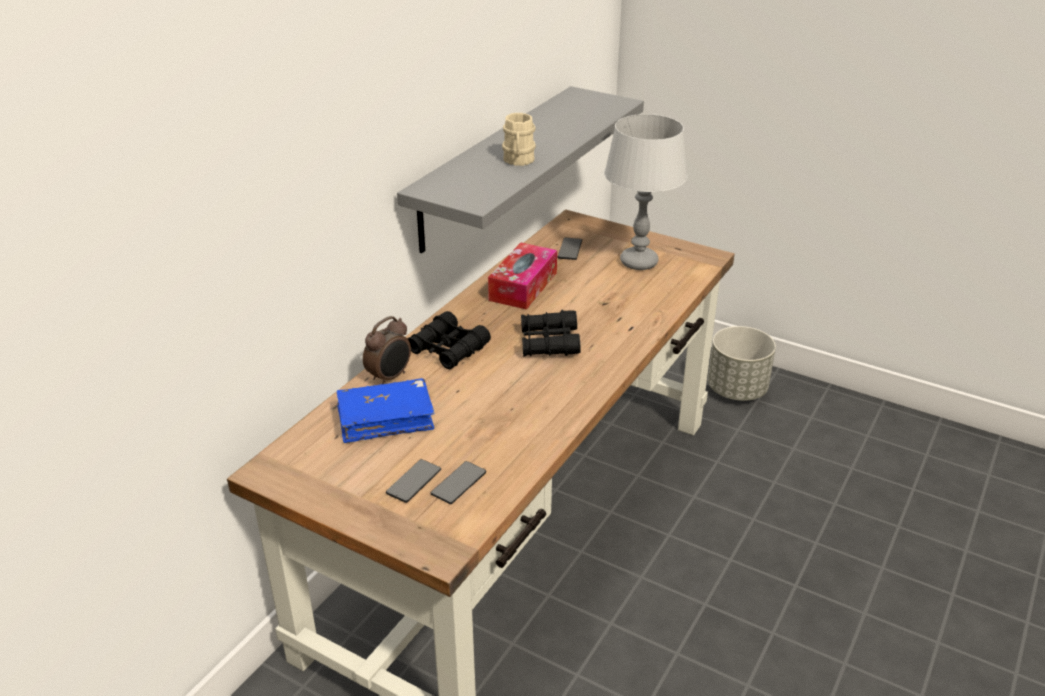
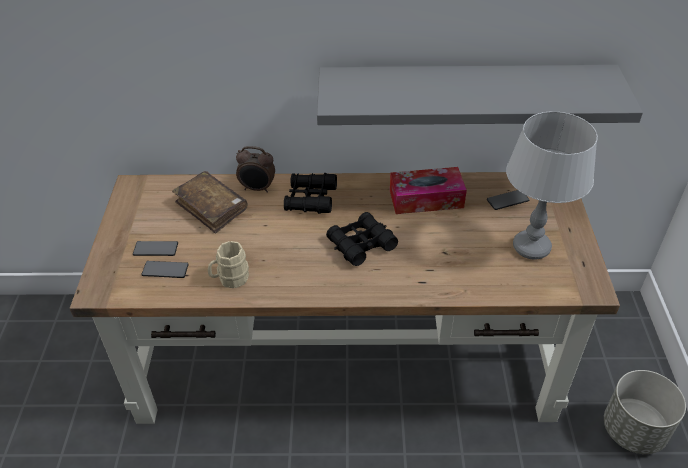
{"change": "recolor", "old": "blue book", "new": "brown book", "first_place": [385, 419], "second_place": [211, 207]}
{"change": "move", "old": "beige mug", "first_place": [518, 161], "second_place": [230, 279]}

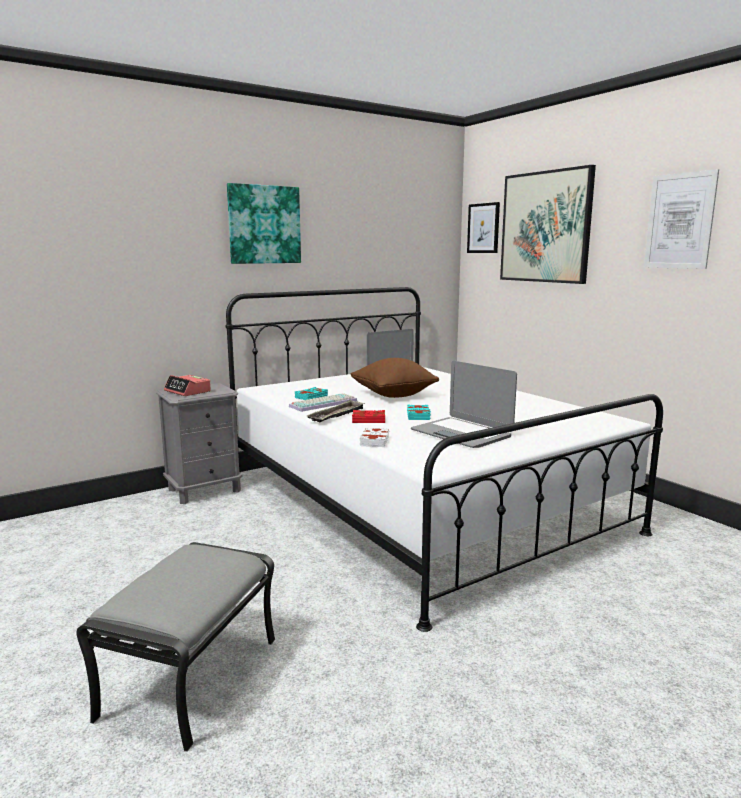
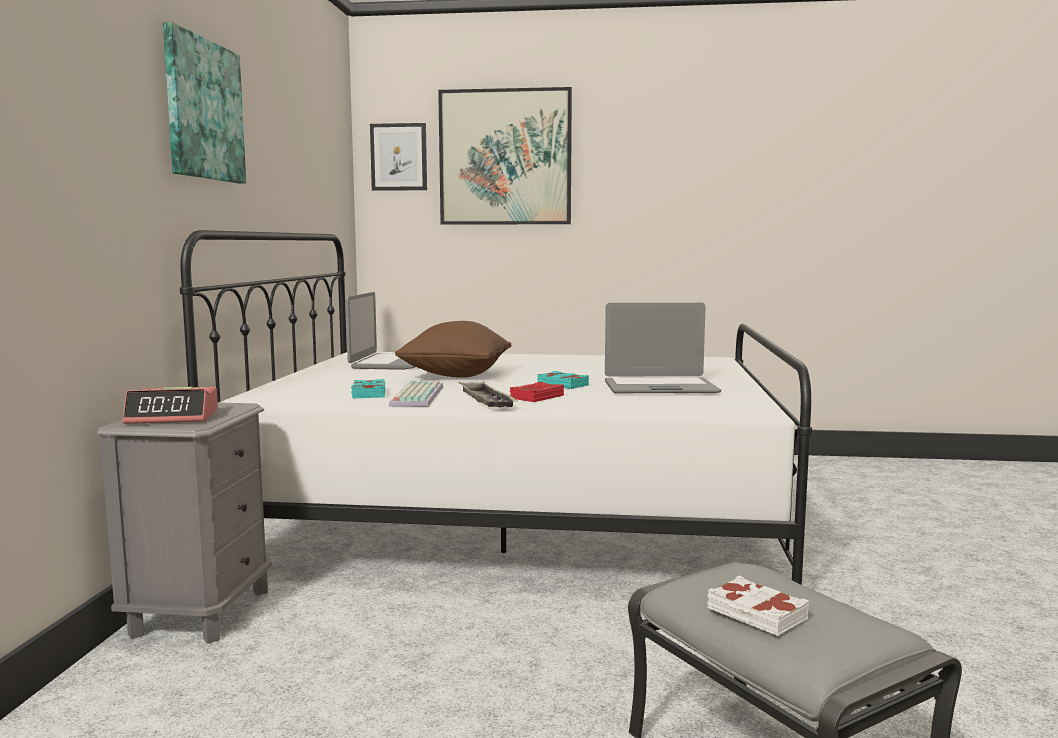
{"change": "move", "old": "white book", "first_place": [374, 441], "second_place": [756, 614]}
{"change": "delete", "old": "picture", "first_place": [679, 221]}

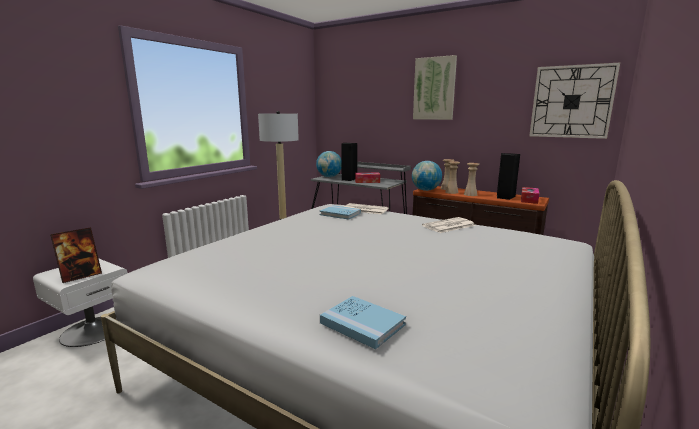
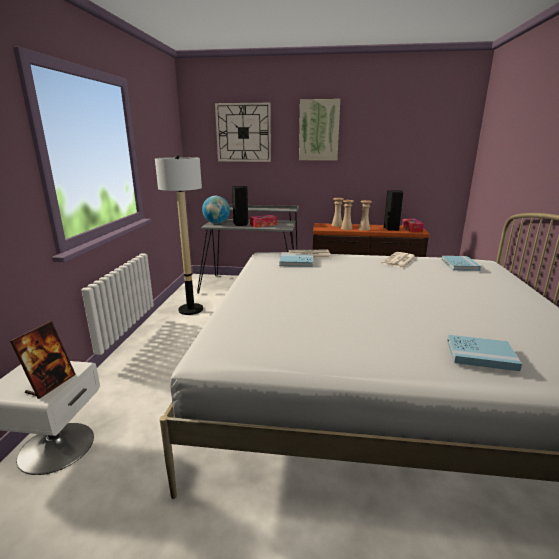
{"change": "delete", "old": "globe", "first_place": [425, 190]}
{"change": "move", "old": "wall clock", "first_place": [571, 102], "second_place": [243, 133]}
{"change": "insert", "new": "blue book", "second_place": [460, 265]}

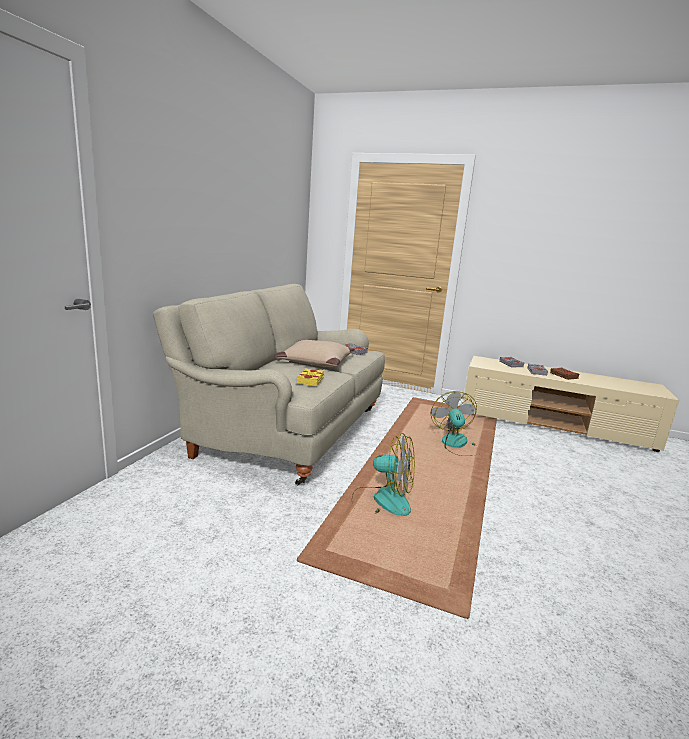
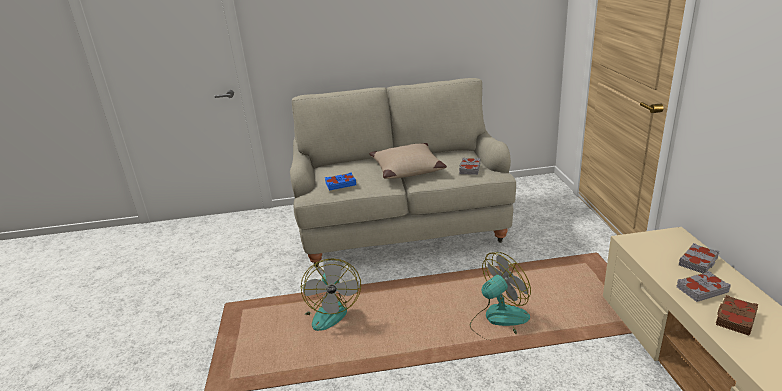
{"change": "recolor", "old": "yellow book", "new": "blue book", "first_place": [310, 380], "second_place": [340, 184]}

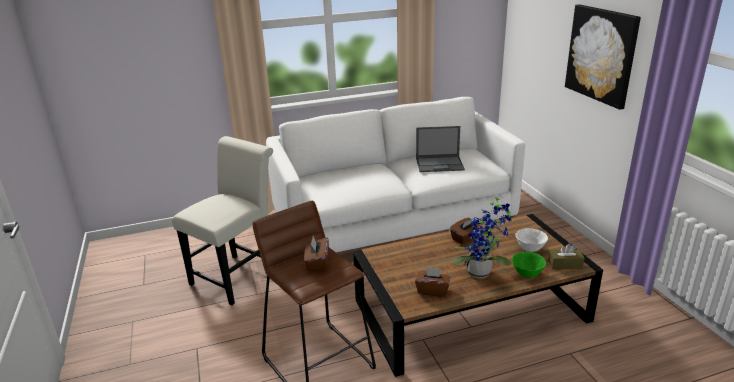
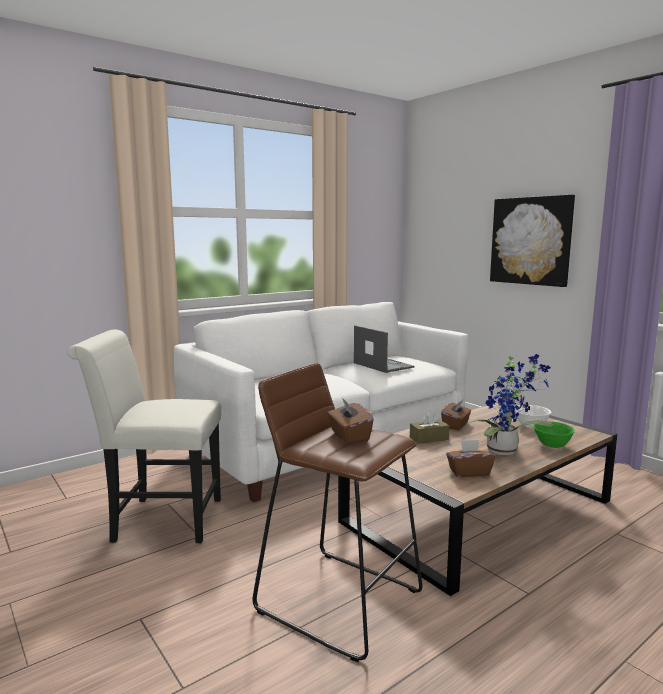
{"change": "rotate", "old": "white chair", "first_place": [238, 275], "second_place": [160, 519], "degrees": -105}
{"change": "rotate", "old": "laptop", "first_place": [440, 164], "second_place": [382, 365], "degrees": -105}
{"change": "move", "old": "brown tissue box", "first_place": [565, 264], "second_place": [429, 438]}

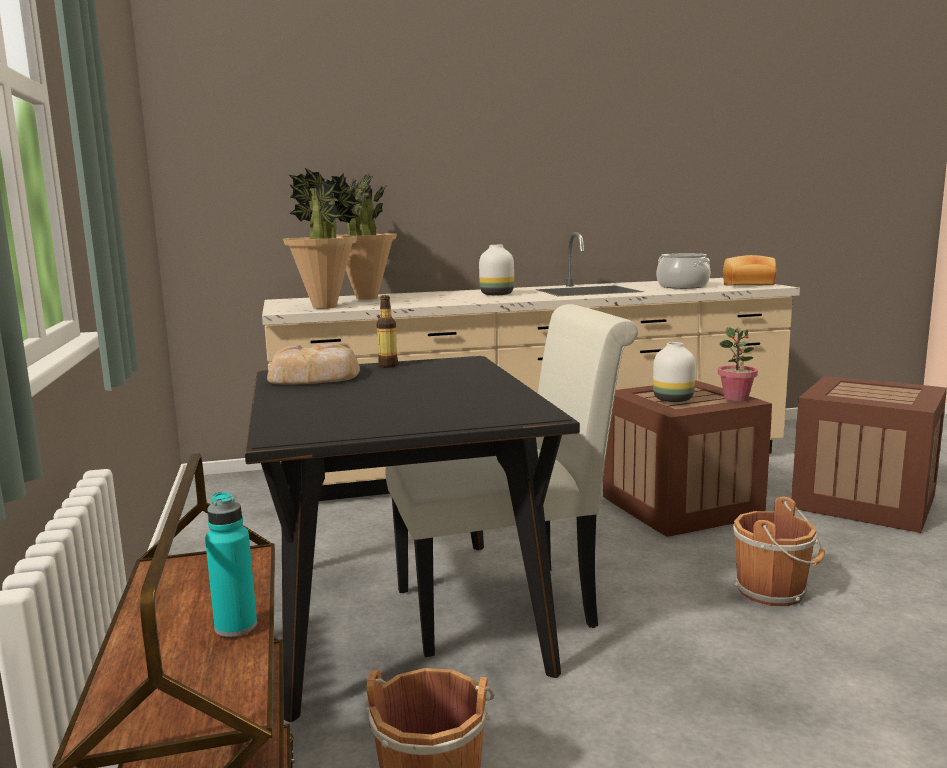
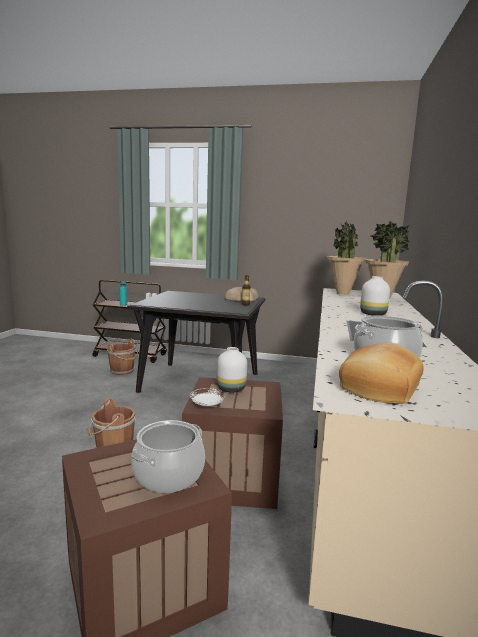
{"change": "delete", "old": "white chair", "first_place": [508, 606]}
{"change": "replace", "old": "potted plant", "new": "white plate", "first_place": [736, 398], "second_place": [207, 406]}
{"change": "insert", "new": "cooking pot", "second_place": [169, 475]}

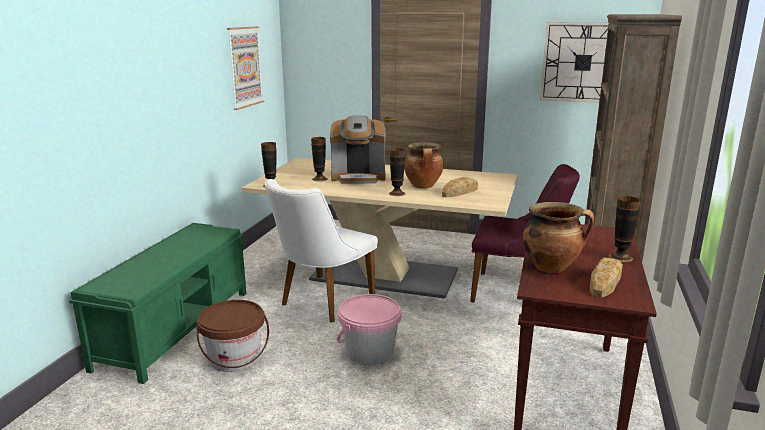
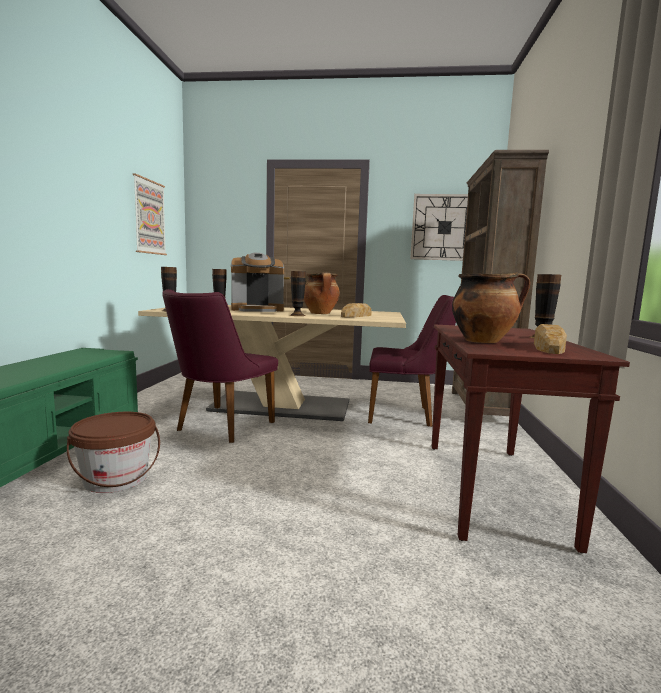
{"change": "recolor", "old": "white chair", "new": "purple chair", "first_place": [321, 303], "second_place": [219, 428]}
{"change": "delete", "old": "pink bucket", "first_place": [369, 351]}

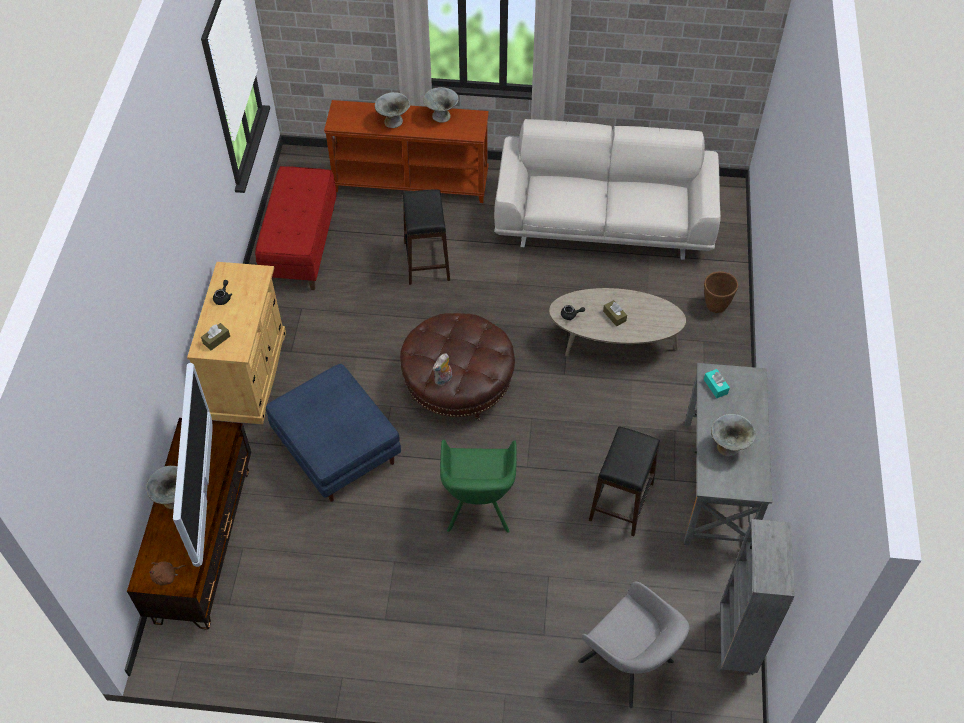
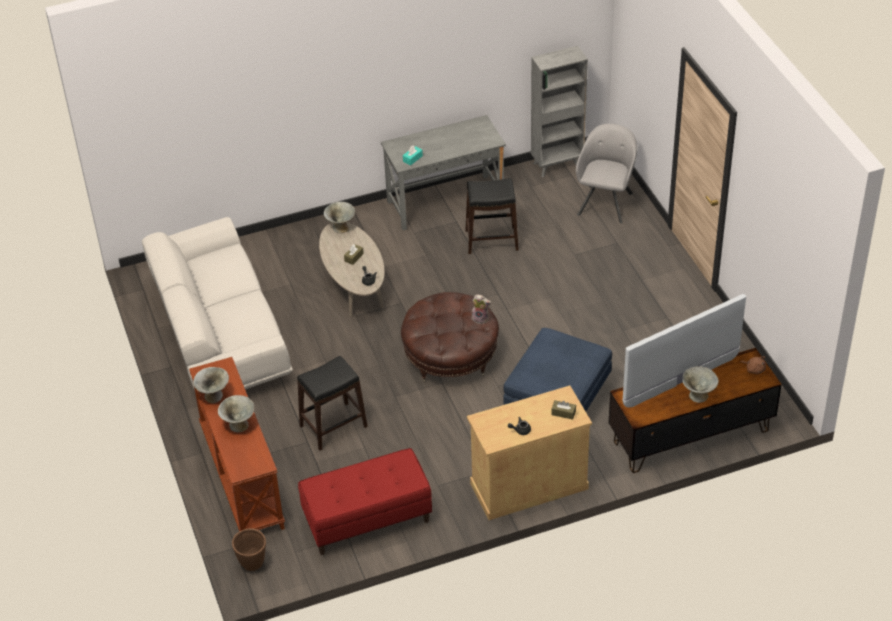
{"change": "delete", "old": "green armchair", "first_place": [478, 507]}
{"change": "move", "old": "brown planter", "first_place": [715, 306], "second_place": [252, 564]}
{"change": "move", "old": "grey bowl", "first_place": [728, 447], "second_place": [341, 228]}

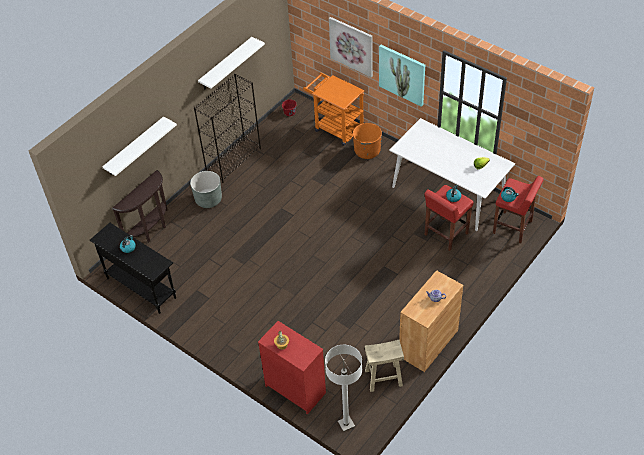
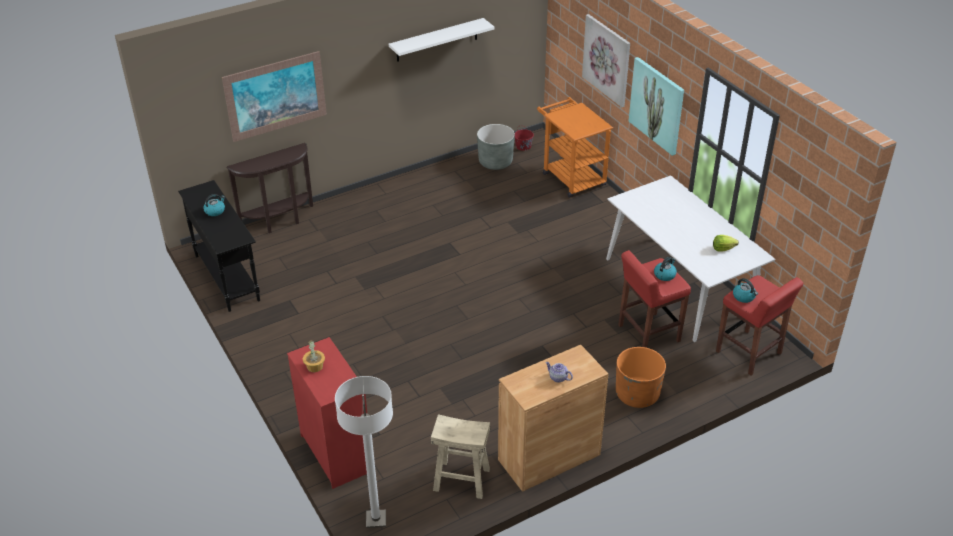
{"change": "replace", "old": "white shelf", "new": "picture", "first_place": [135, 147], "second_place": [275, 96]}
{"change": "move", "old": "grey planter", "first_place": [208, 199], "second_place": [495, 162]}
{"change": "delete", "old": "black bookcase", "first_place": [233, 160]}
{"change": "move", "old": "orange planter", "first_place": [367, 151], "second_place": [637, 394]}

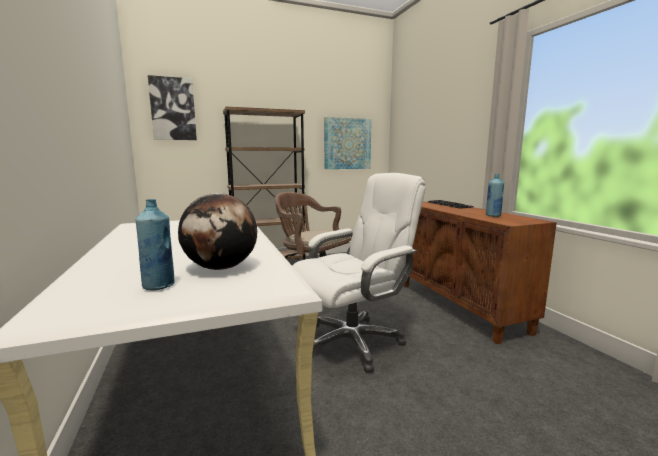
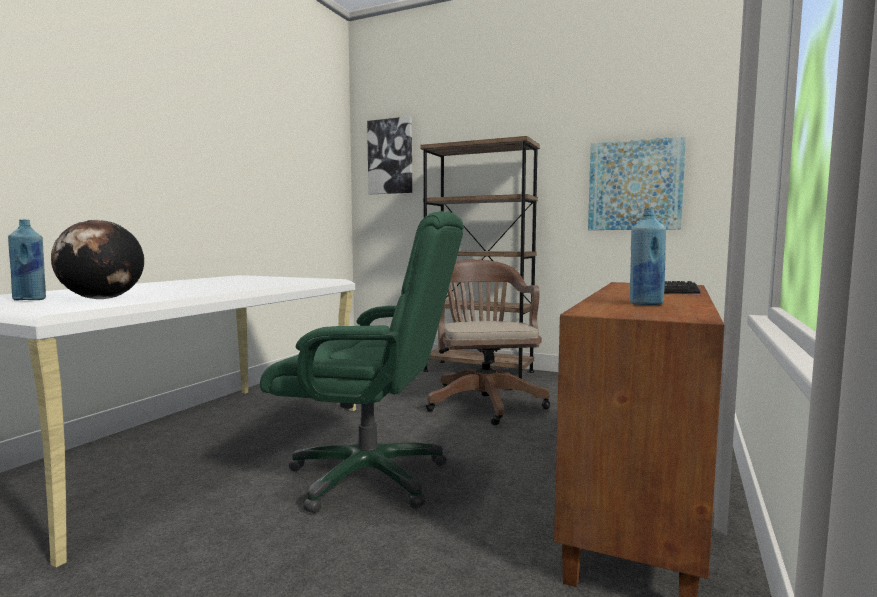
{"change": "recolor", "old": "white office chair", "new": "green office chair", "first_place": [352, 342], "second_place": [370, 477]}

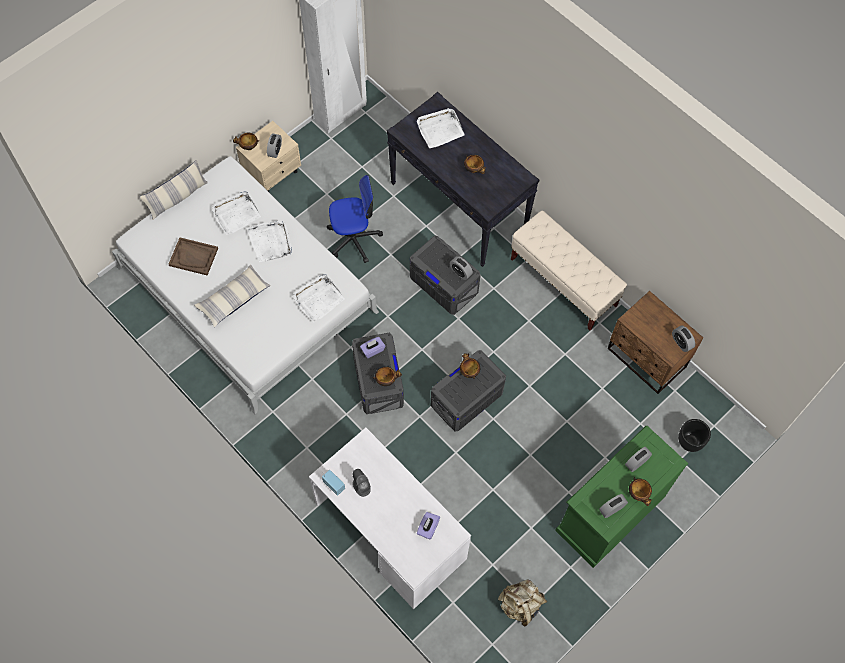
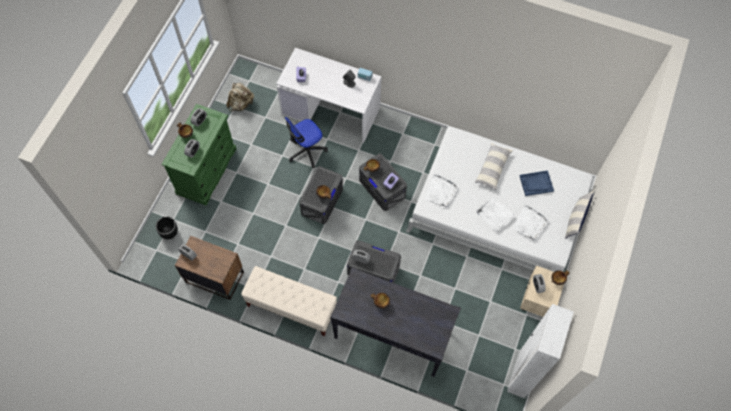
{"change": "recolor", "old": "brown tray", "new": "blue tray", "first_place": [194, 257], "second_place": [536, 183]}
{"change": "move", "old": "office chair", "first_place": [354, 239], "second_place": [306, 150]}
{"change": "delete", "old": "white tray", "first_place": [439, 129]}

